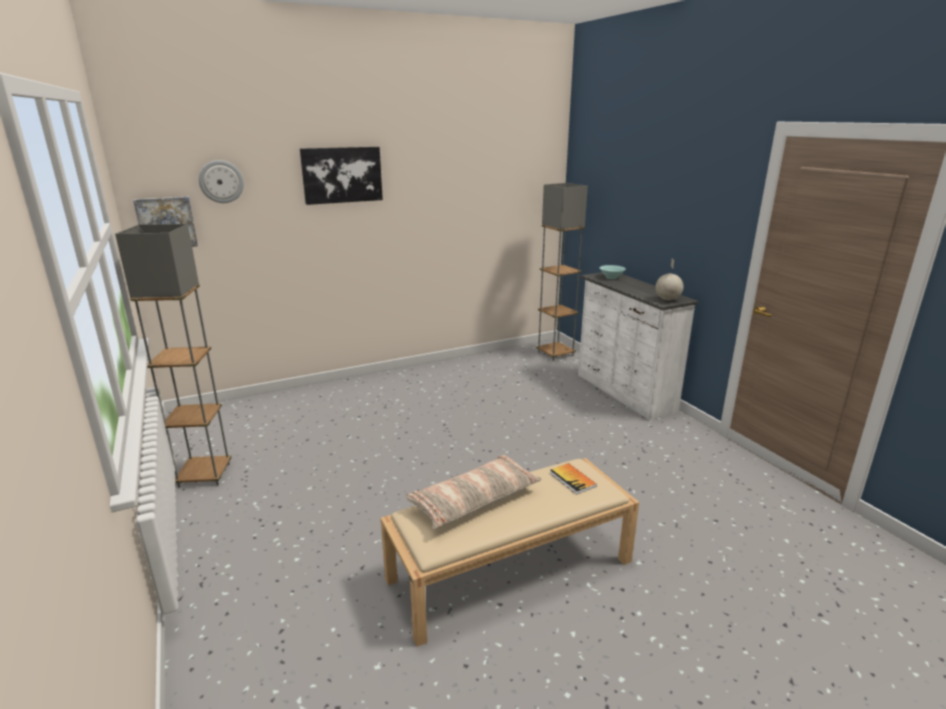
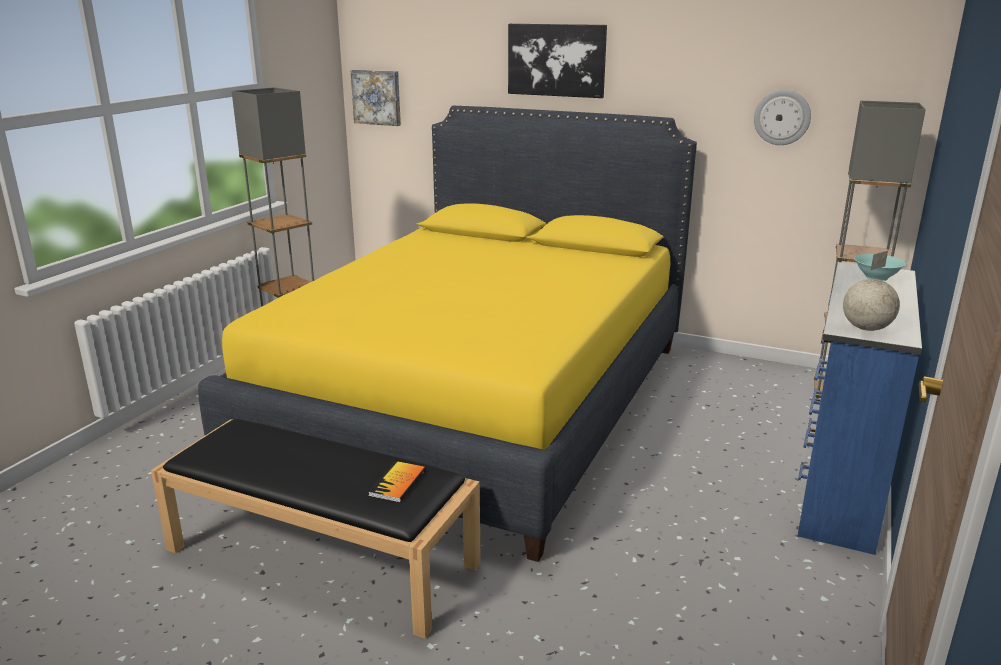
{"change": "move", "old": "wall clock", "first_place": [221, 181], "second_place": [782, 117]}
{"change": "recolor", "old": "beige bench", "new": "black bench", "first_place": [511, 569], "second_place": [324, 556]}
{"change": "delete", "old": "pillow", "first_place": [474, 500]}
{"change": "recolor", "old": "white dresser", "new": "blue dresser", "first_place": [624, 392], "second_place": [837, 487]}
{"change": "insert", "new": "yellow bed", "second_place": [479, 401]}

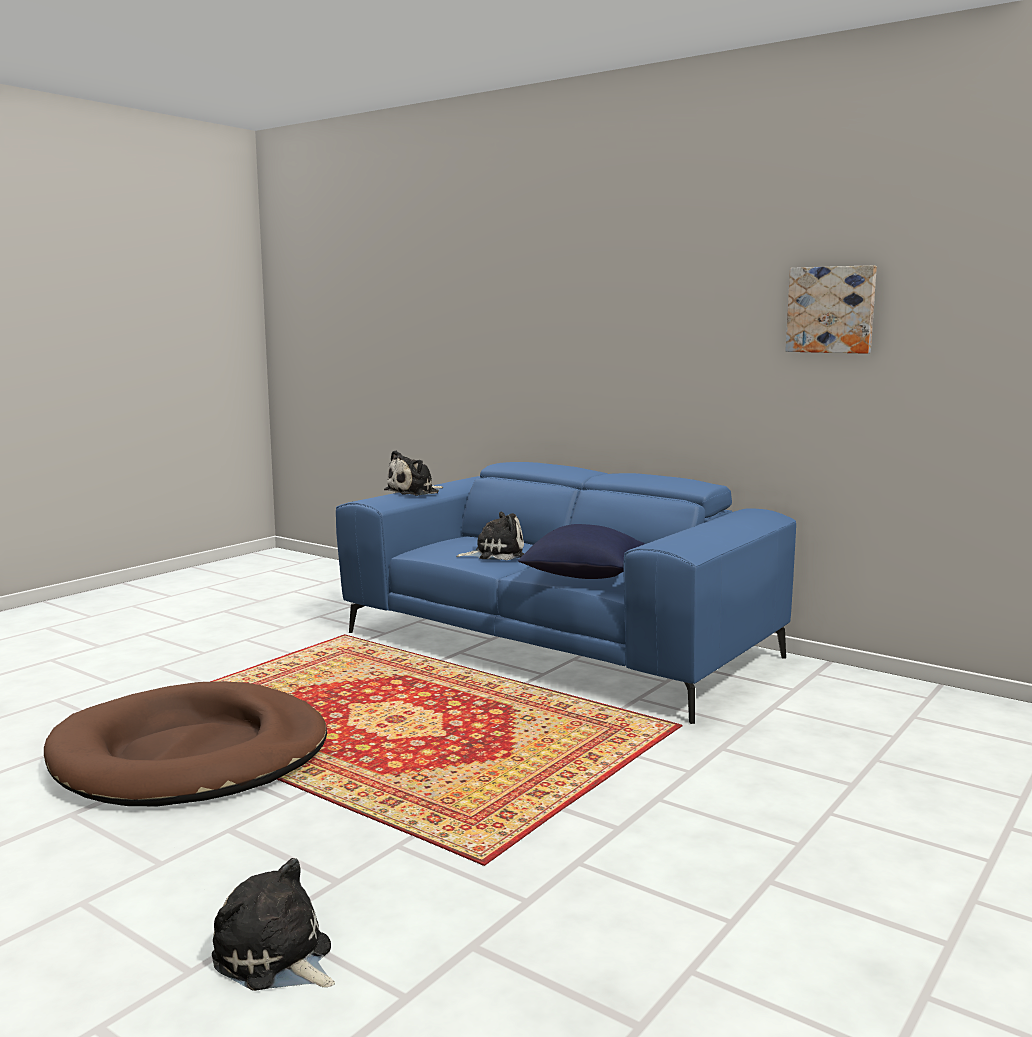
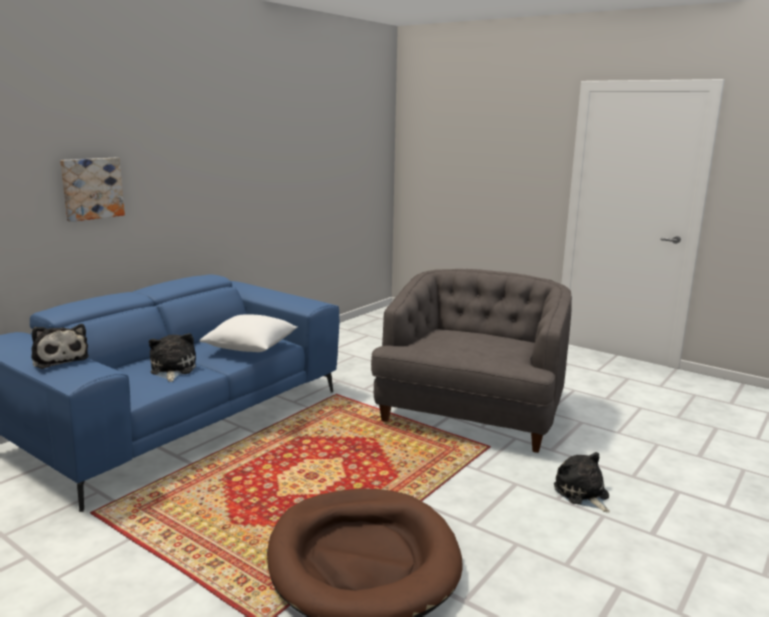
{"change": "rotate", "old": "plush toy", "first_place": [276, 958], "second_place": [582, 494], "degrees": 120}
{"change": "recolor", "old": "blue pillow", "new": "white pillow", "first_place": [582, 575], "second_place": [251, 348]}
{"change": "move", "old": "picture", "first_place": [831, 310], "second_place": [91, 188]}
{"change": "insert", "new": "grey armchair", "second_place": [471, 412]}

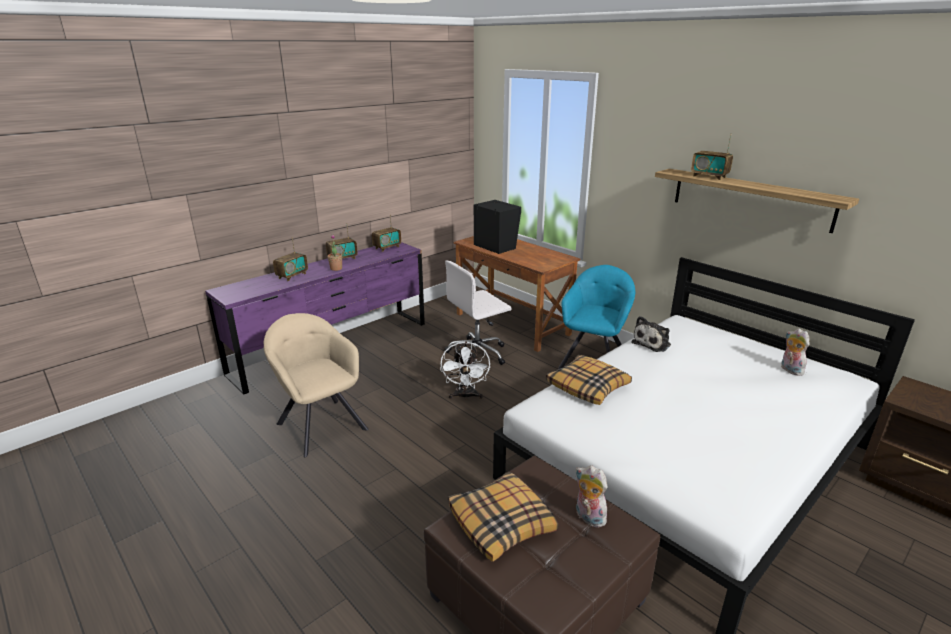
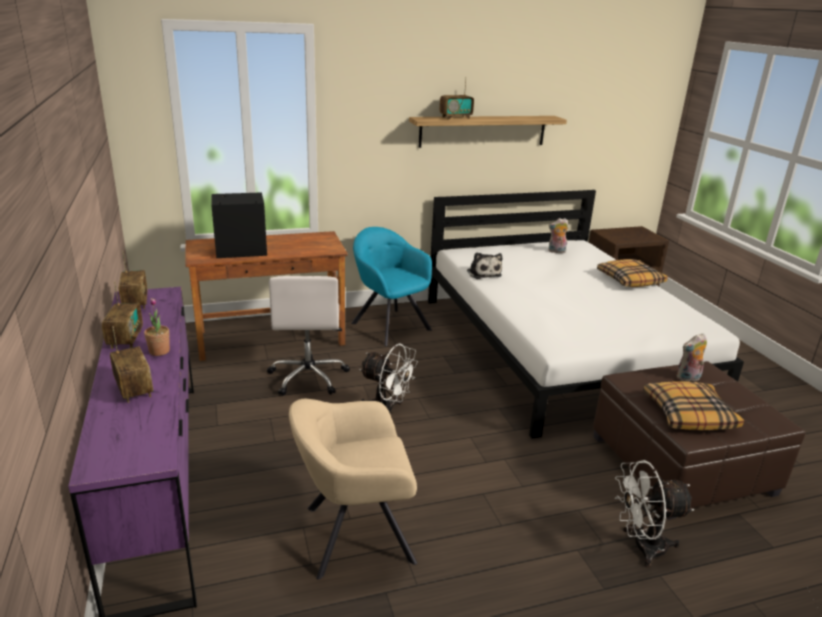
{"change": "move", "old": "pillow", "first_place": [588, 387], "second_place": [629, 280]}
{"change": "insert", "new": "white fan", "second_place": [641, 547]}

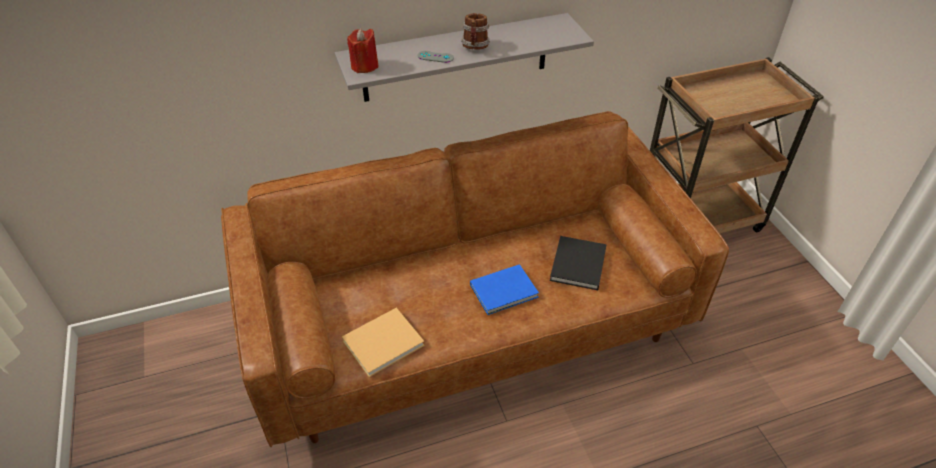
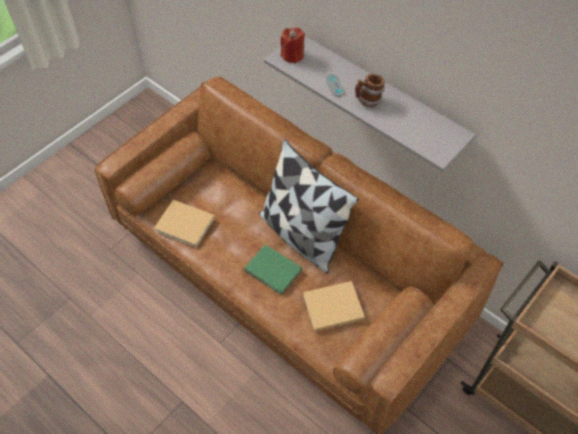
{"change": "recolor", "old": "blue book", "new": "green book", "first_place": [505, 291], "second_place": [273, 272]}
{"change": "recolor", "old": "black book", "new": "beige book", "first_place": [577, 266], "second_place": [331, 307]}
{"change": "insert", "new": "pillow", "second_place": [301, 236]}

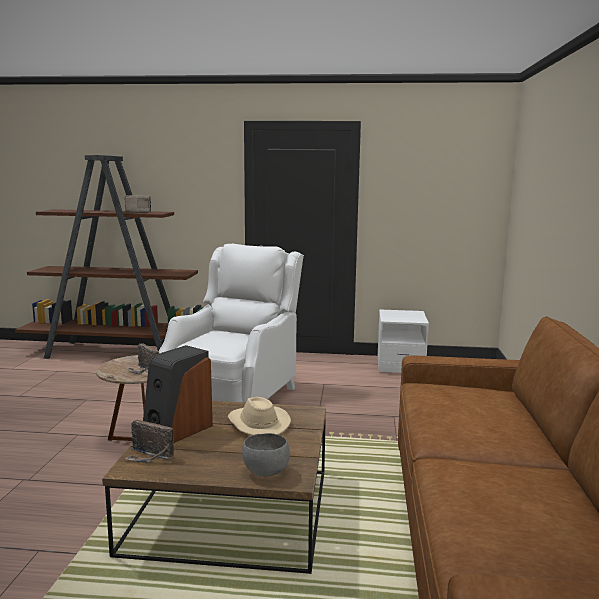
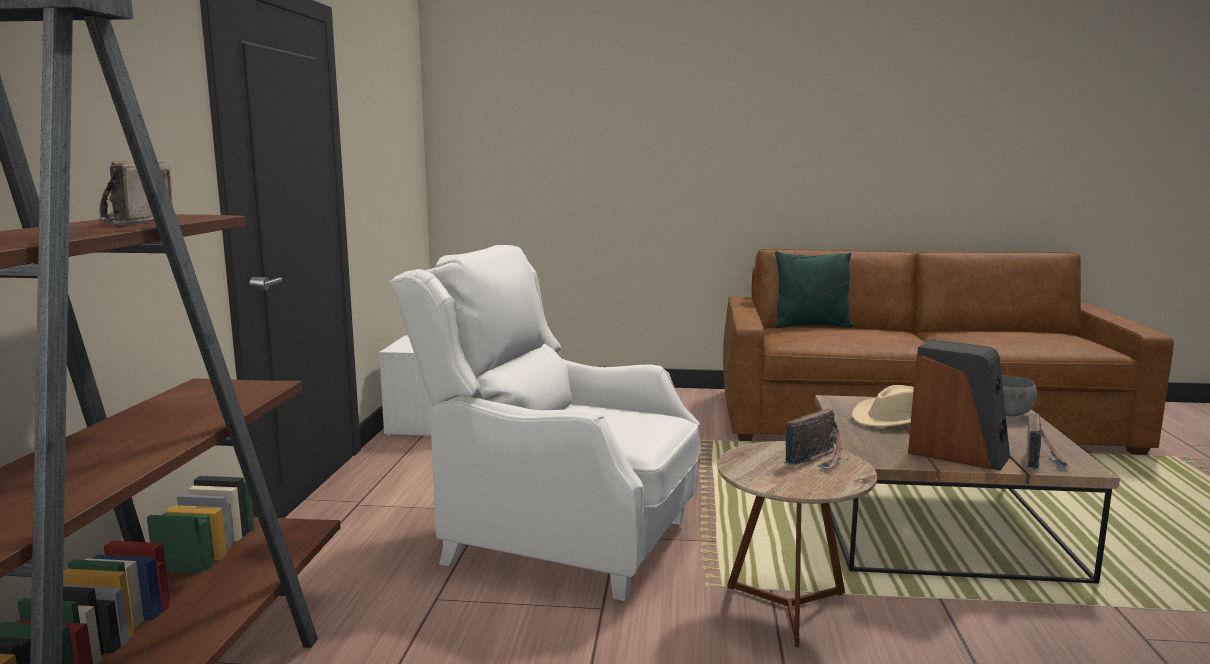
{"change": "insert", "new": "green pillow", "second_place": [811, 326]}

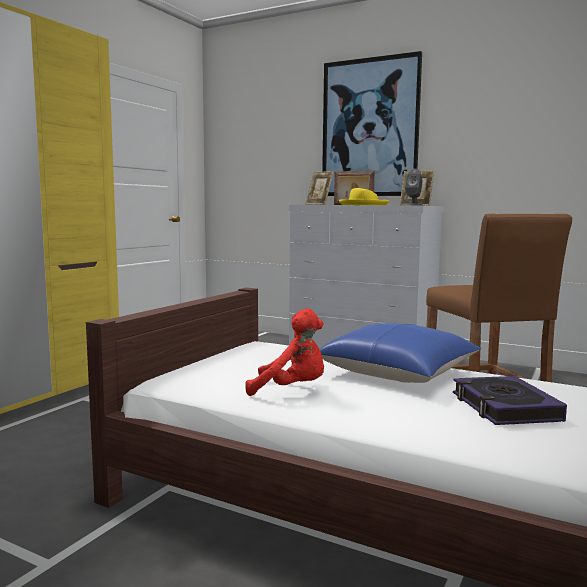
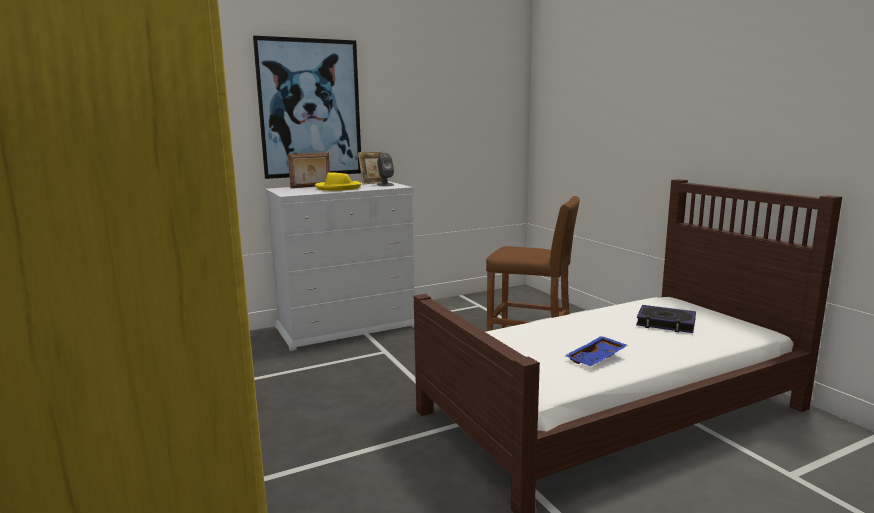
{"change": "replace", "old": "red plush toy", "new": "blue tray", "first_place": [291, 390], "second_place": [596, 359]}
{"change": "delete", "old": "picture frame", "first_place": [319, 204]}
{"change": "delete", "old": "blue pillow", "first_place": [399, 372]}

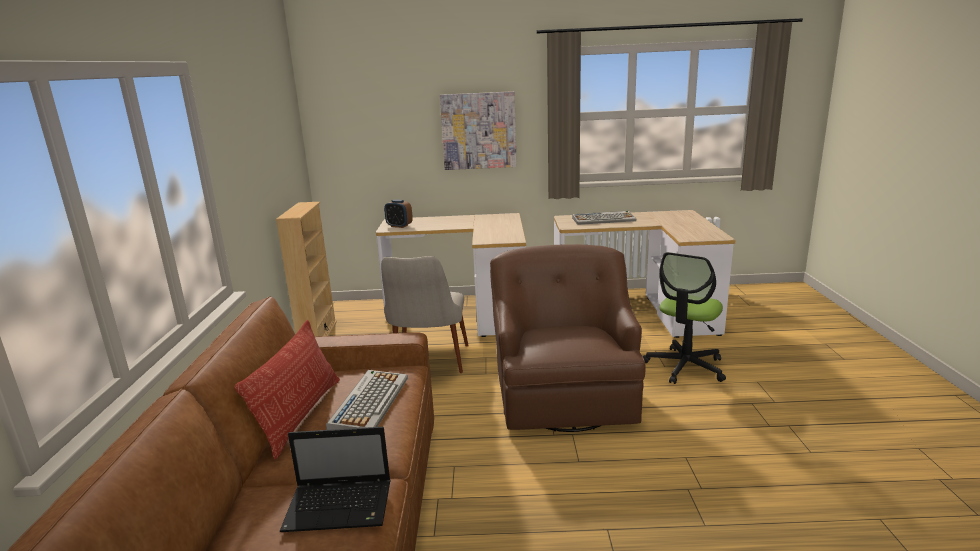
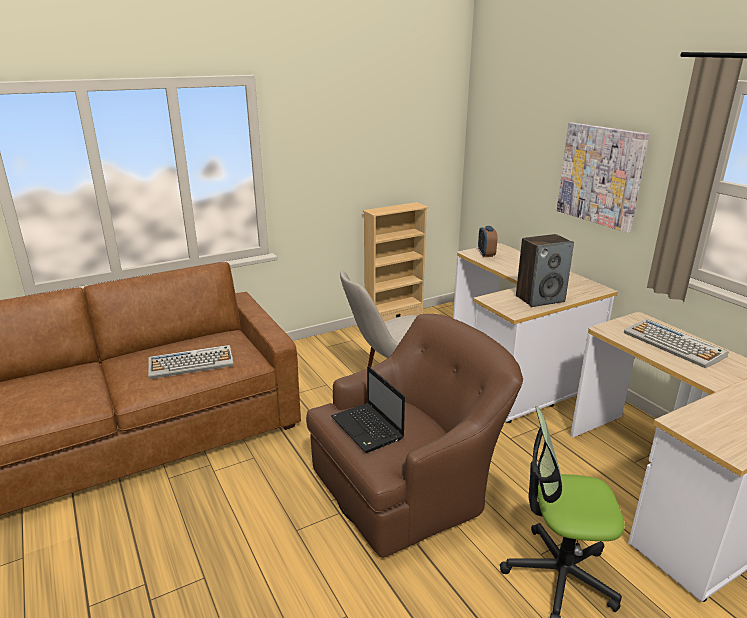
{"change": "delete", "old": "pillow", "first_place": [300, 415]}
{"change": "move", "old": "laptop", "first_place": [341, 506], "second_place": [368, 429]}
{"change": "insert", "new": "speaker", "second_place": [540, 299]}

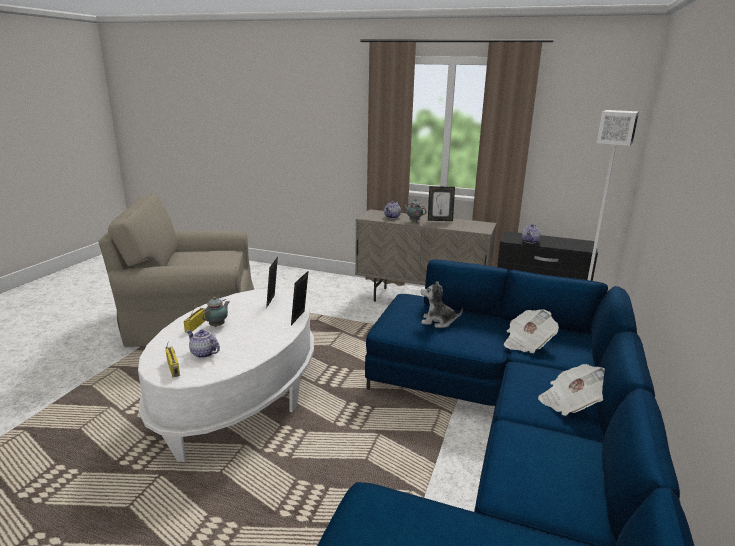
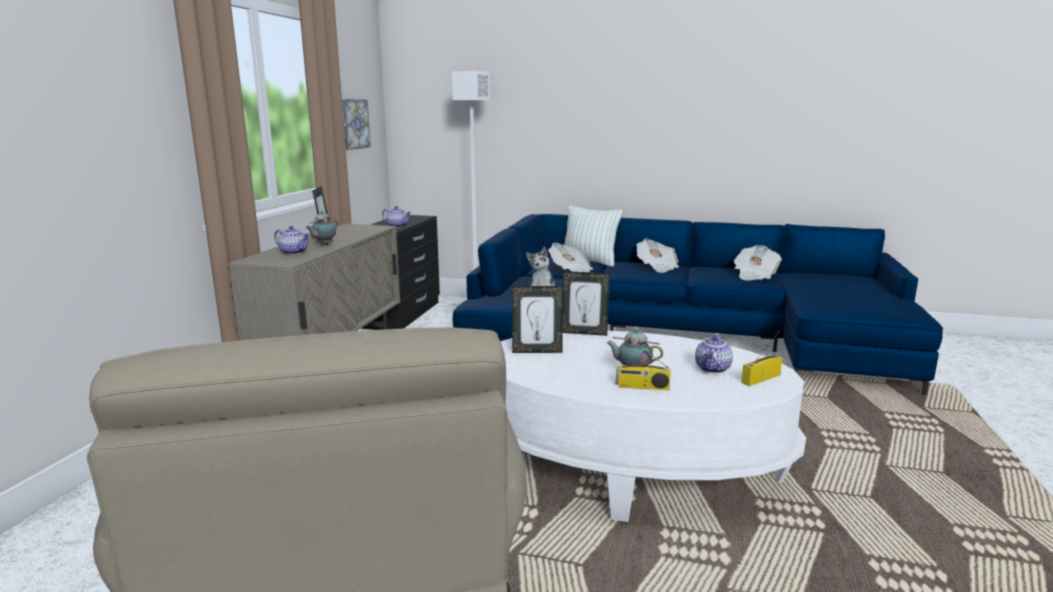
{"change": "insert", "new": "picture", "second_place": [352, 124]}
{"change": "insert", "new": "pillow", "second_place": [589, 261]}
{"change": "insert", "new": "newspaper", "second_place": [754, 275]}

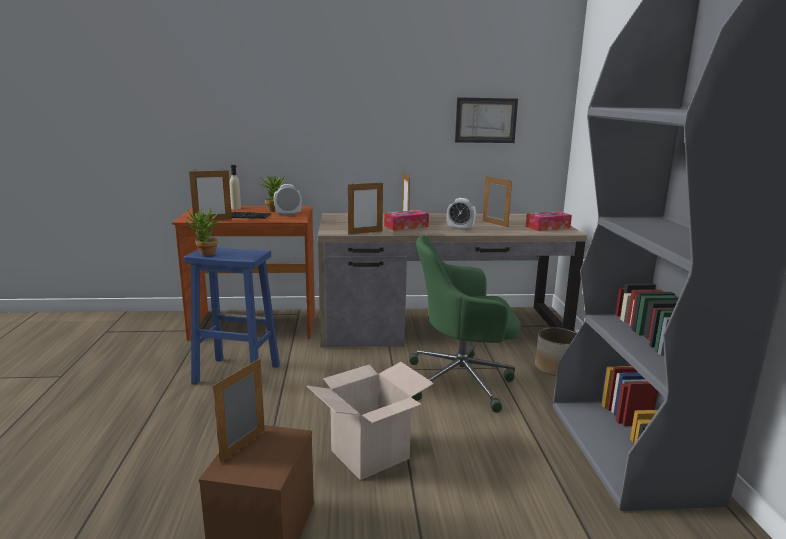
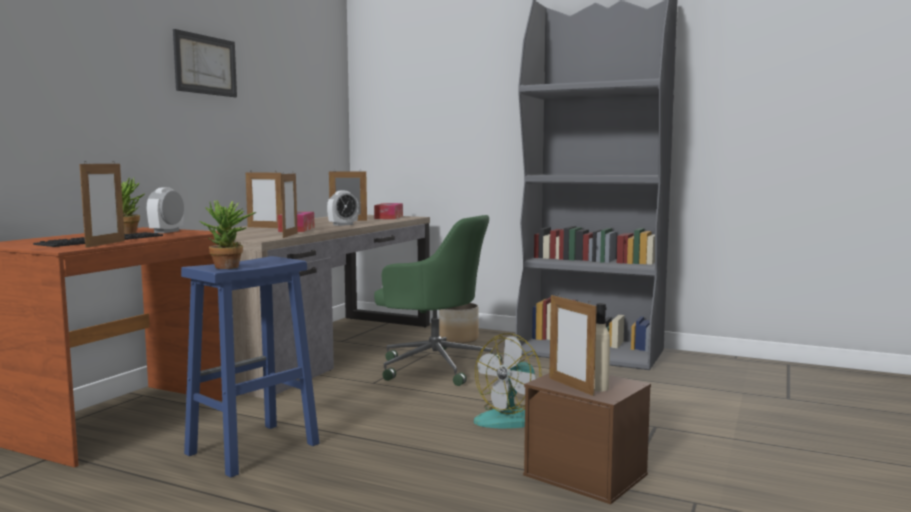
{"change": "move", "old": "beige bottle", "first_place": [236, 208], "second_place": [598, 388]}
{"change": "replace", "old": "cardboard box", "new": "fan", "first_place": [370, 454], "second_place": [511, 418]}
{"change": "rotate", "old": "green office chair", "first_place": [462, 380], "second_place": [434, 366], "degrees": -90}
{"change": "move", "old": "picture", "first_place": [485, 120], "second_place": [205, 65]}

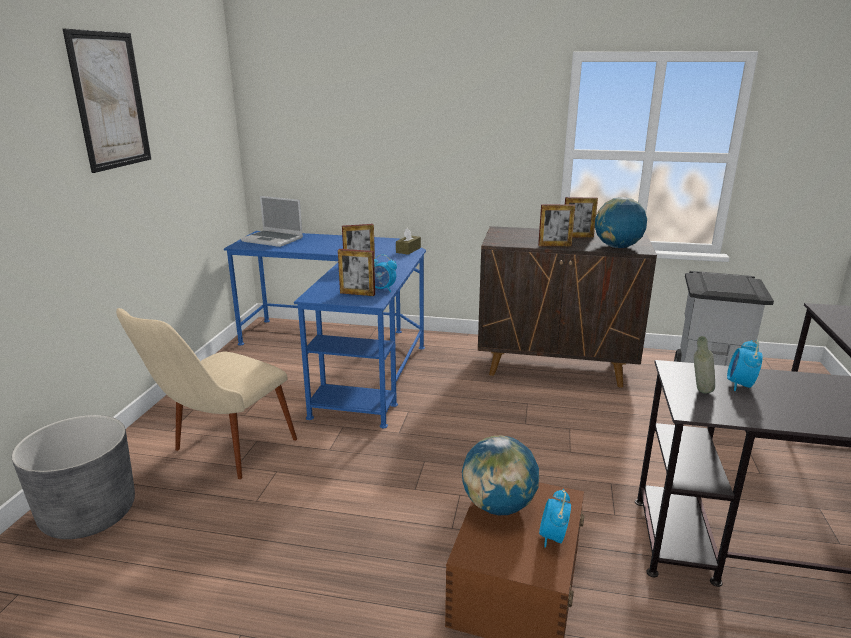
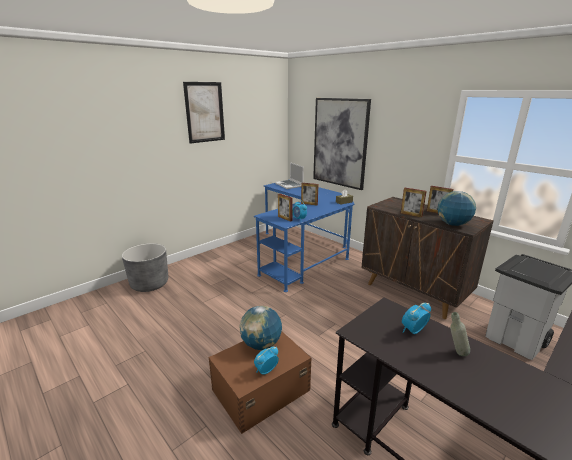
{"change": "delete", "old": "beige chair", "first_place": [221, 454]}
{"change": "move", "old": "grey bottle", "first_place": [699, 393], "second_place": [455, 353]}
{"change": "insert", "new": "picture", "second_place": [340, 143]}

